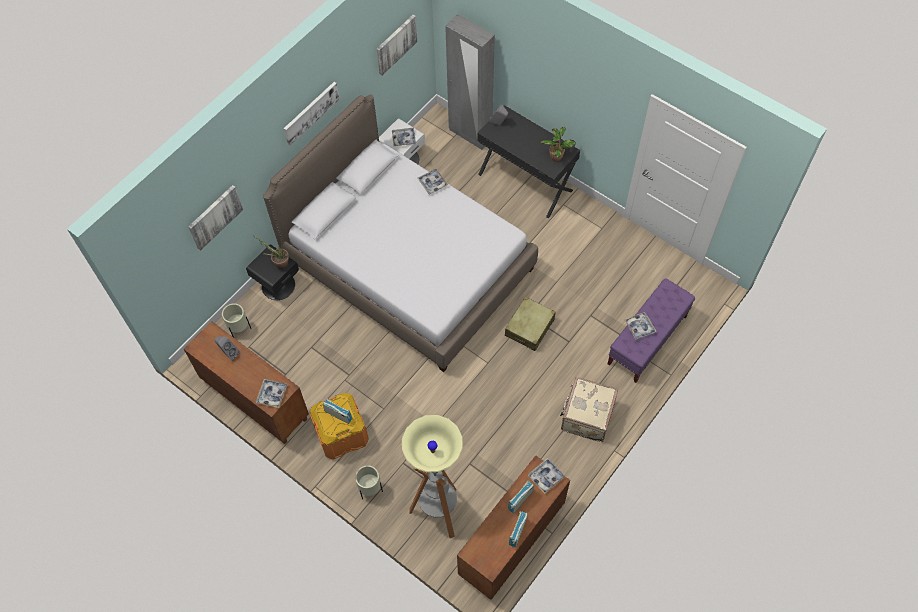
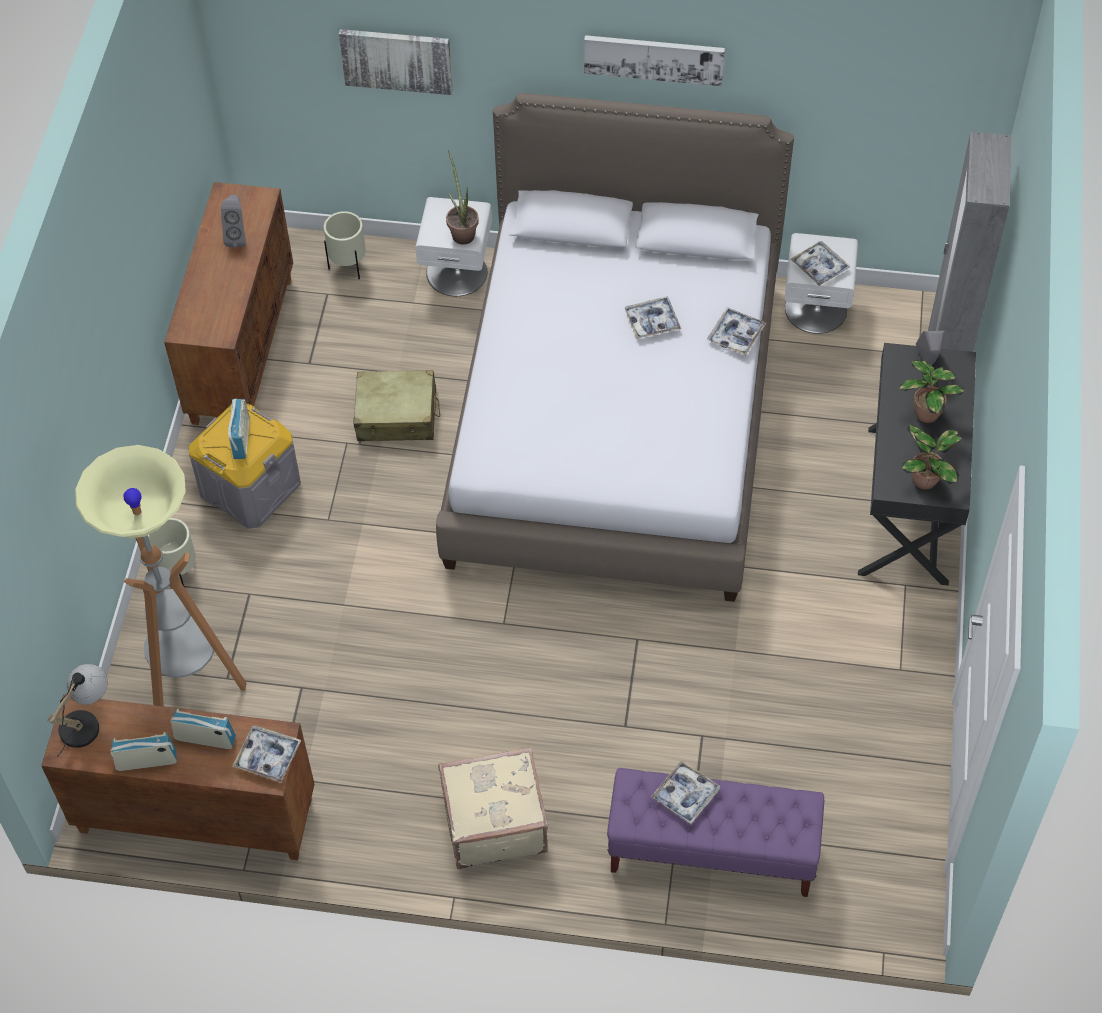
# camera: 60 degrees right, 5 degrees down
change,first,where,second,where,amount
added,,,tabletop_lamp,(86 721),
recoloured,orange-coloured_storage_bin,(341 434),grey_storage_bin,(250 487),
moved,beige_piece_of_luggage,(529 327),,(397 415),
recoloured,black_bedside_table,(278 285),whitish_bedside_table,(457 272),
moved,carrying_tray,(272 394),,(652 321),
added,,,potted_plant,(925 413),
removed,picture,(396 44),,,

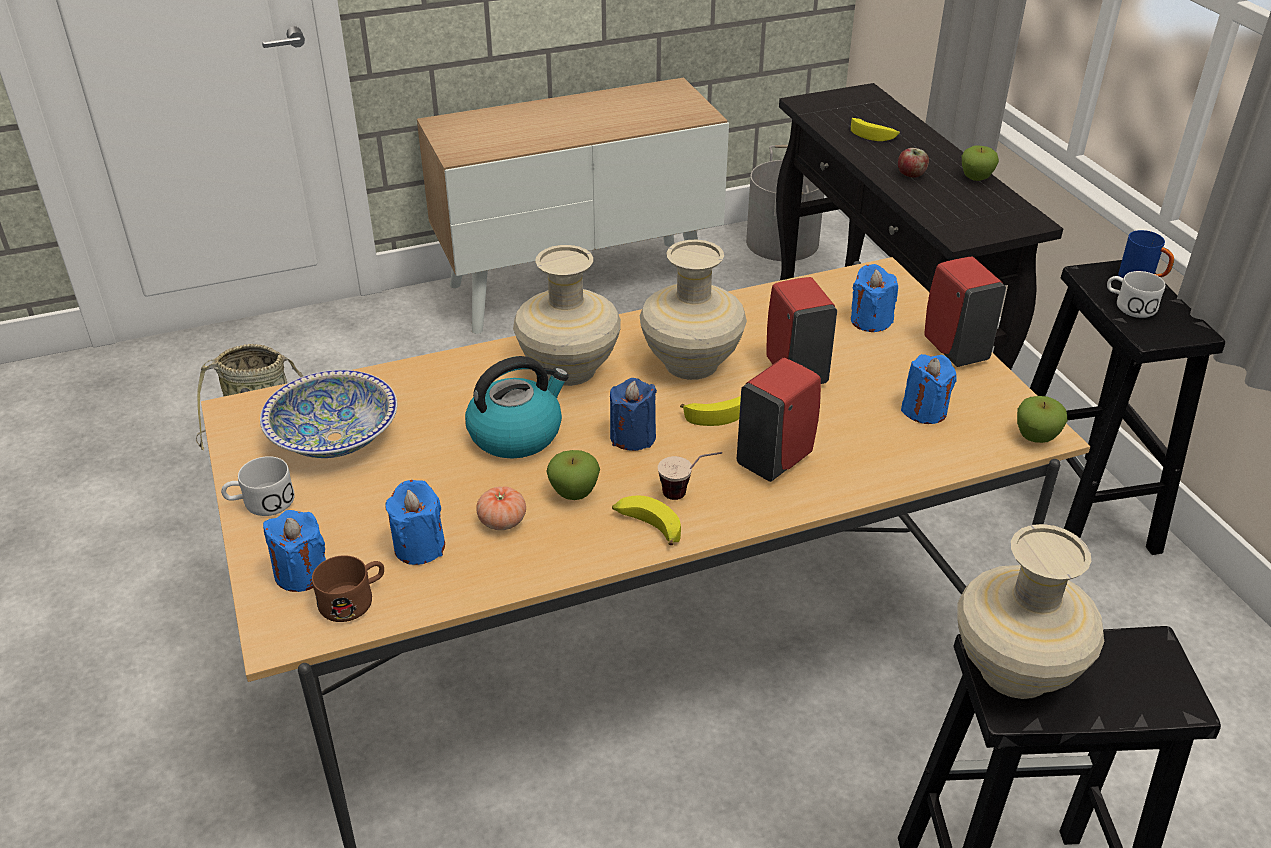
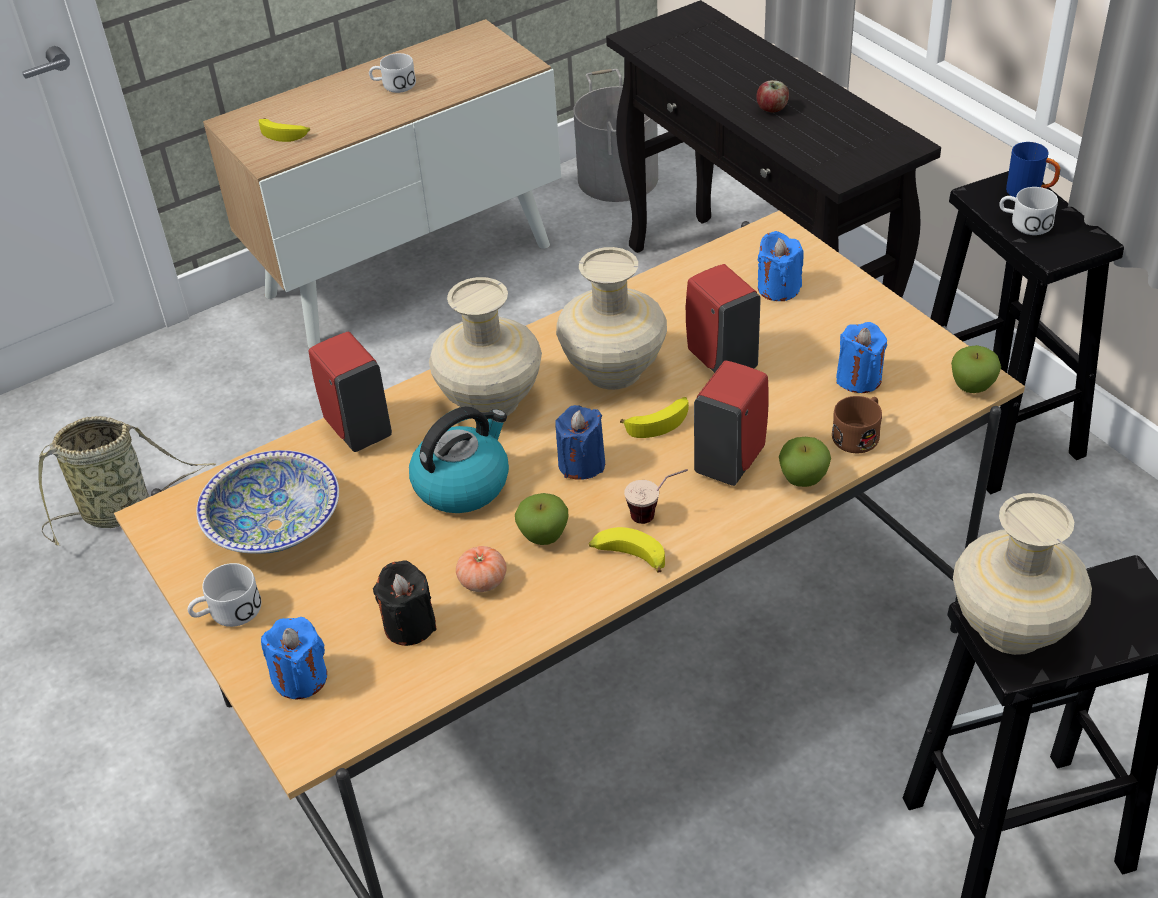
# camera: 10 degrees left, 5 degrees up
change,first,where,second,where,amount
moved,whole_banana,(873 135),,(285 134),
moved,reddish_soap_bottle,(953 349),,(357 428),
added,,,whitish_mug,(393 85),
recoloured,blue-coloured_wax_light,(419 547),black_wax_light,(409 625),
moved,apple,(976 178),,(803 479),
moved,brown-coloured_mug,(354 599),,(859 434),

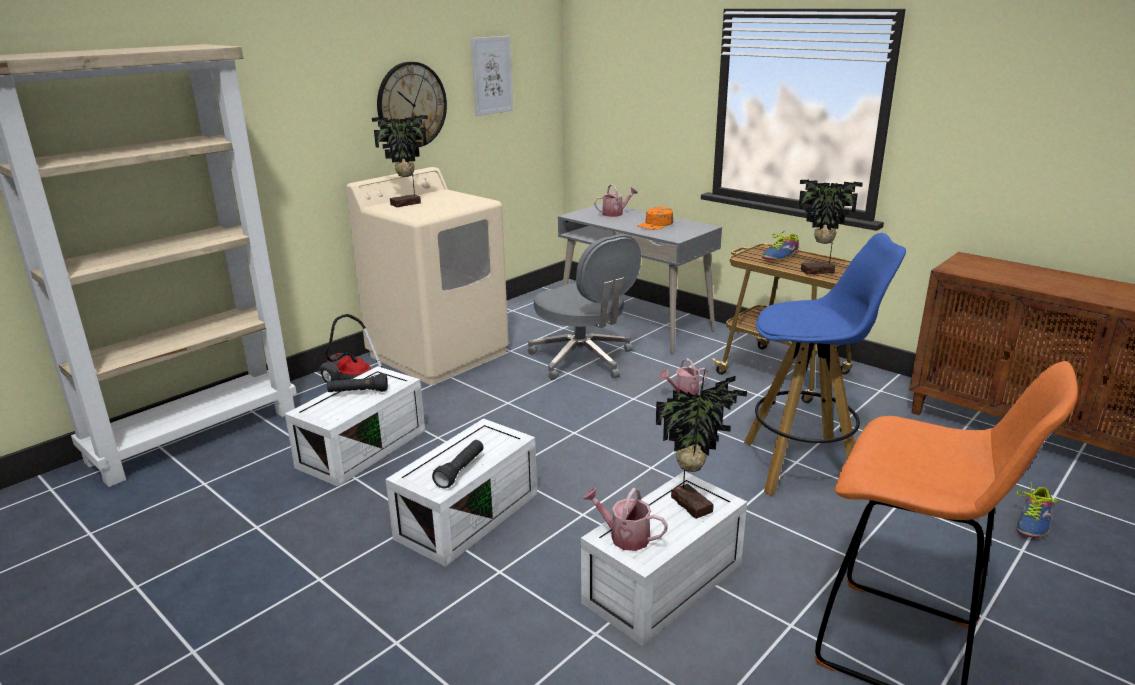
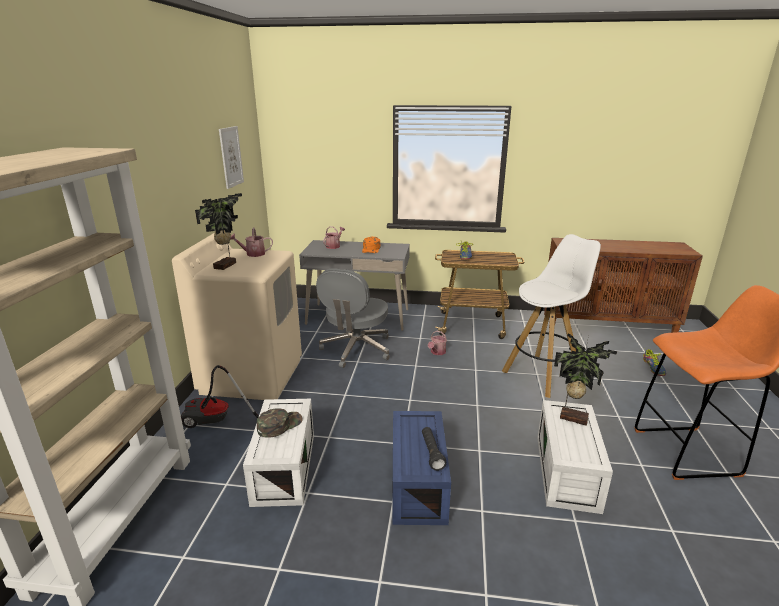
# camera: 35 degrees left, 0 degrees up
change,first,where,second,where,amount
moved,watering_pot,(624 536),,(253 254),
replaced,black_torch,(358 392),green_baseball_cap,(279 425),
turned,grey_office_chair,(583 360),,(356 350),90 degrees clockwise
recoloured,whitish_storage_bin,(467 514),blue-coloured_storage_bin,(416 482),
recoloured,blue-coloured_stool_seat,(803 466),whitish_stool_seat,(542 375),
removed,clock_on_the_wall,(411 105),,,
removed,potted_plant,(819 272),,,

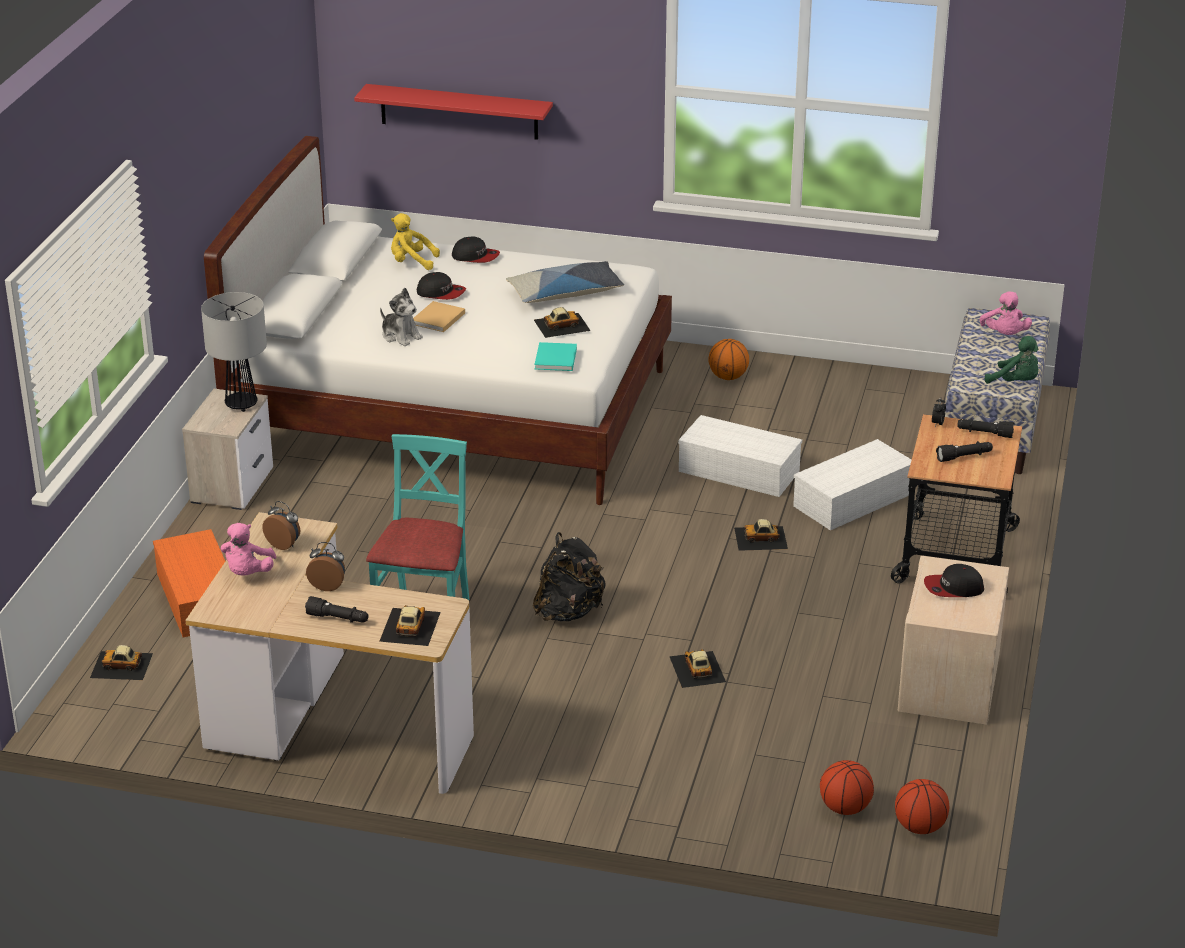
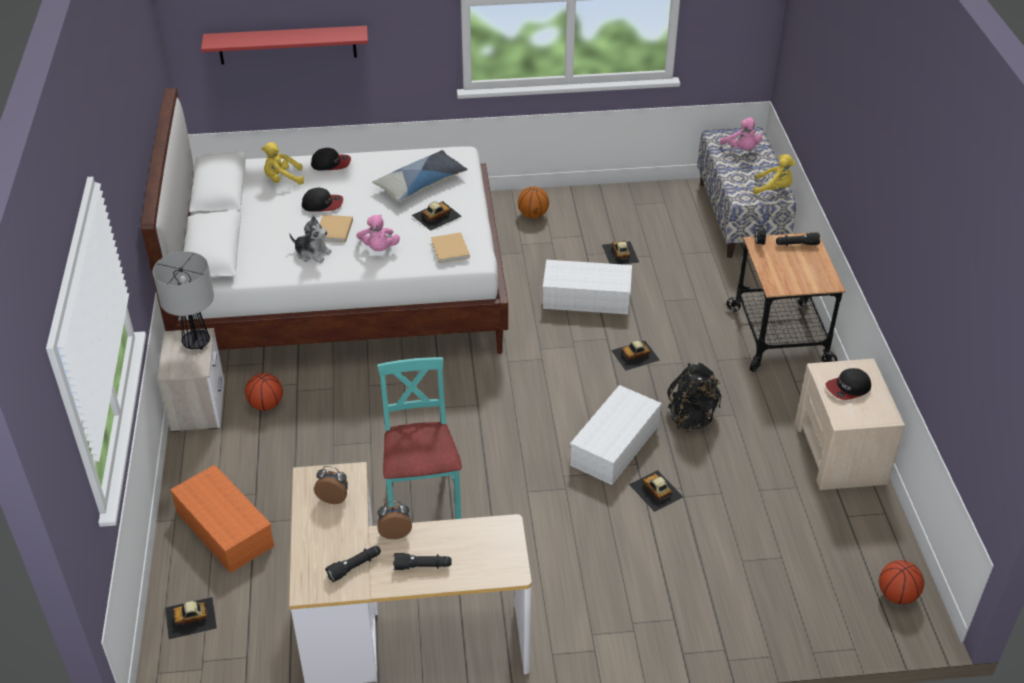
# camera: 20 degrees left, 10 degrees up
change,first,where,second,where,amount
moved,basketball_ball,(845 808),,(266 405),
moved,black_torch,(964 457),,(355 567),
moved,pink_soft_toy,(248 573),,(379 248),
recoloured,blue-green_volume,(555 359),beige_volume,(450 250),
moved,whitish_storage_bin,(852 501),,(615 446),
moved,model_car,(409 626),,(620 253),
moved,black_knapsack,(568 612),,(692 417),
recoloured,green_soft_toy,(1015 382),yellow_soft_toy,(774 189),

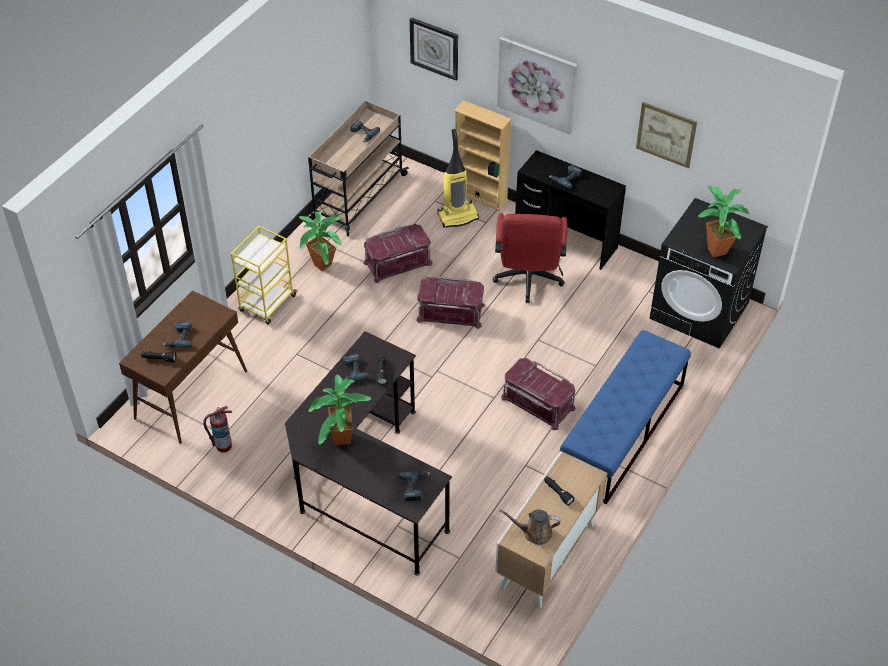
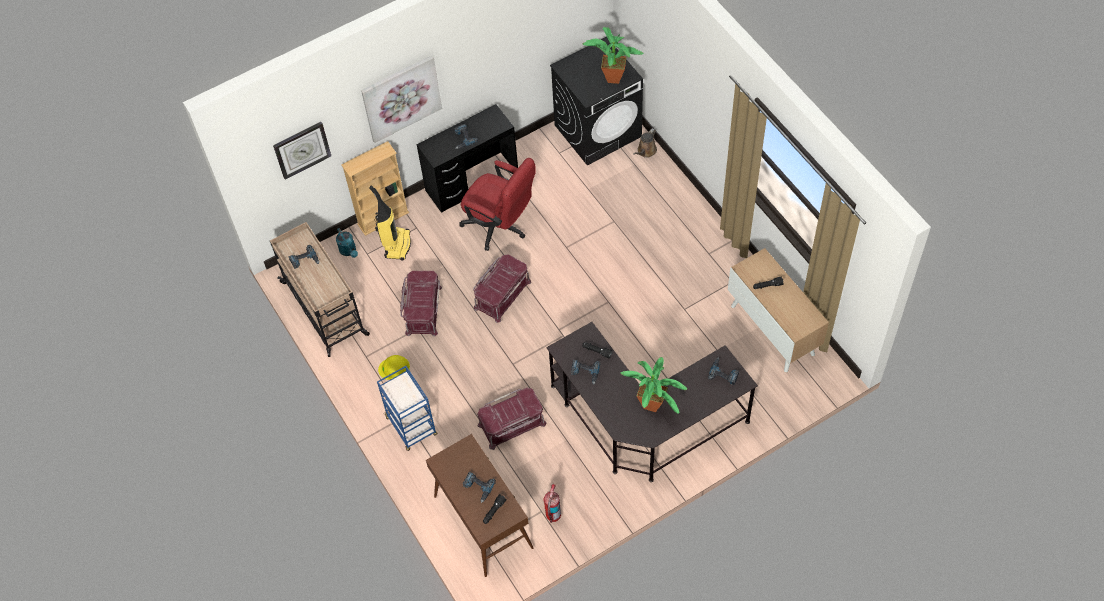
# camera: 60 degrees left, 10 degrees up
change,first,where,second,where,amount
added,,,blue-green_watering_pot,(349 251),
recoloured,yellow_trolley,(267 304),blue-coloured_trolley,(412 427),
replaced,potted_plant,(323 267),yellow_work_helmet,(394 368),
moved,reddish_storage_bin,(537 403),,(512 425),
moved,brown-coloured_watering_pot,(534 533),,(645 151),
removed,blue-coloured_long_seat,(622 432),,,
removed,picture,(666 134),,,

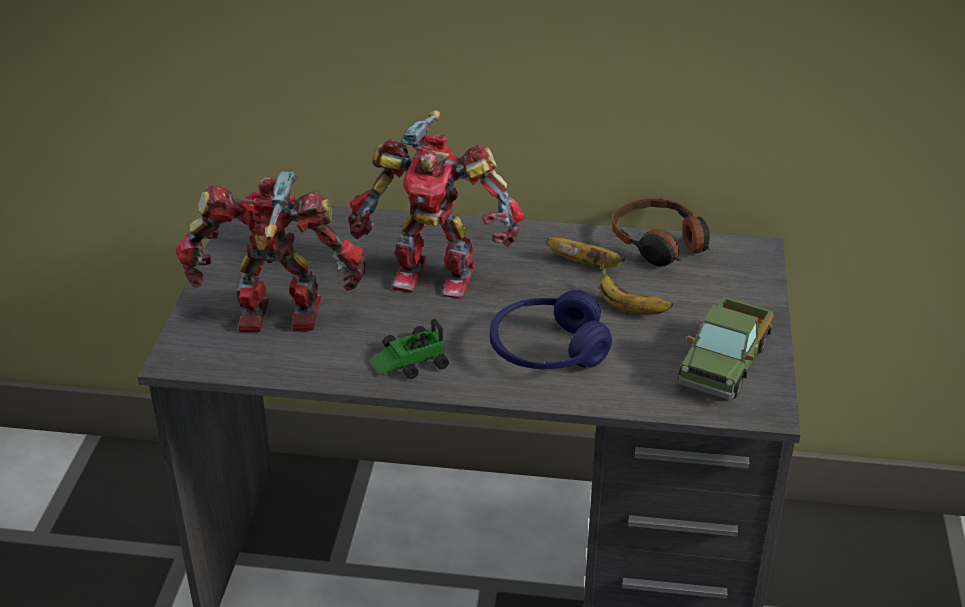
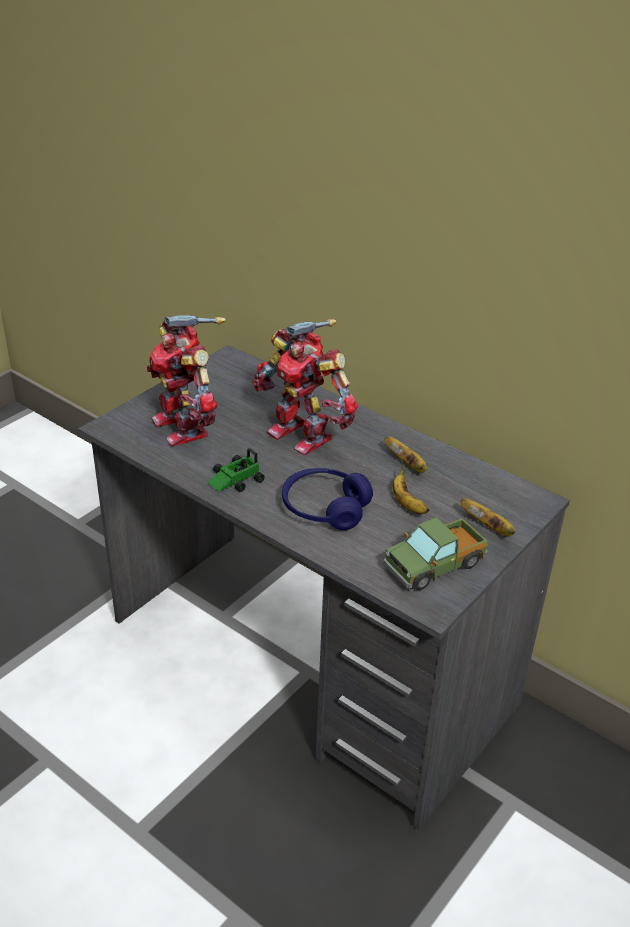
# camera: 30 degrees right, 0 degrees up
change,first,where,second,where,amount
turned,toy_robot,(280 320),,(184 426),150 degrees counterclockwise
turned,model_car,(407 359),,(233 479),45 degrees counterclockwise
added,,,whole_banana,(489 527),
removed,headset,(660 244),,,

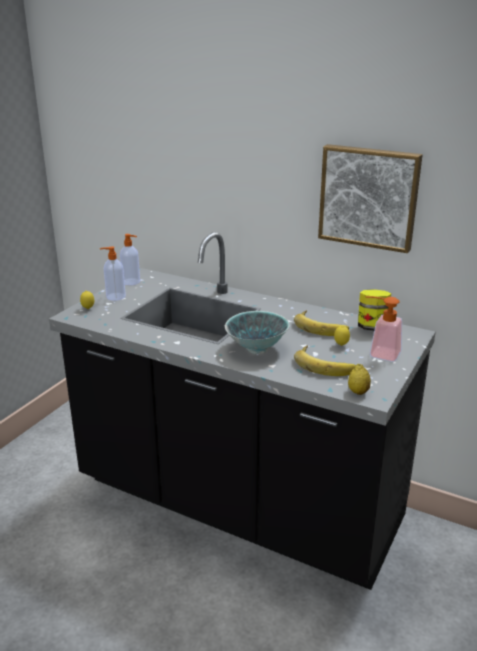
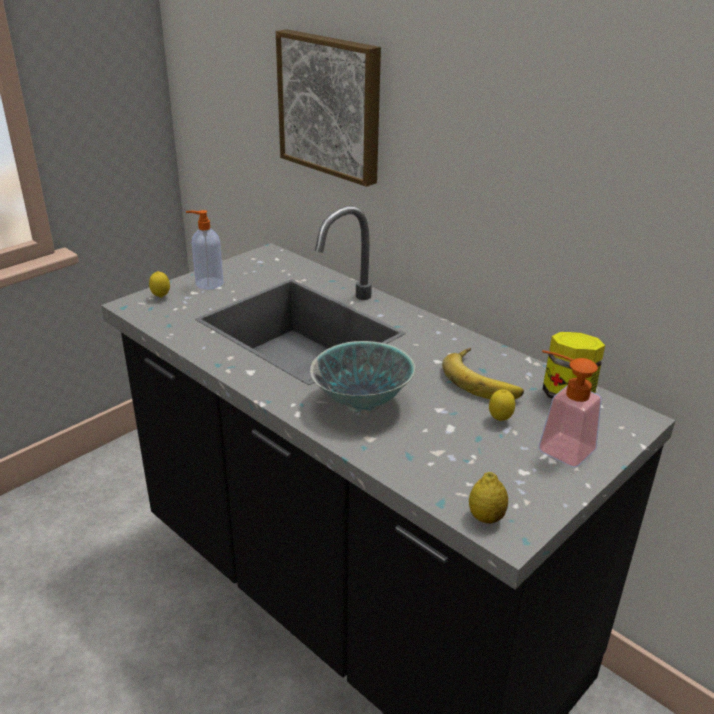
# camera: 15 degrees right, 5 degrees up
change,first,where,second,where,amount
moved,picture,(369 197),,(331 105),
removed,soap_bottle,(131 282),,,
removed,whole_banana,(325 364),,,

